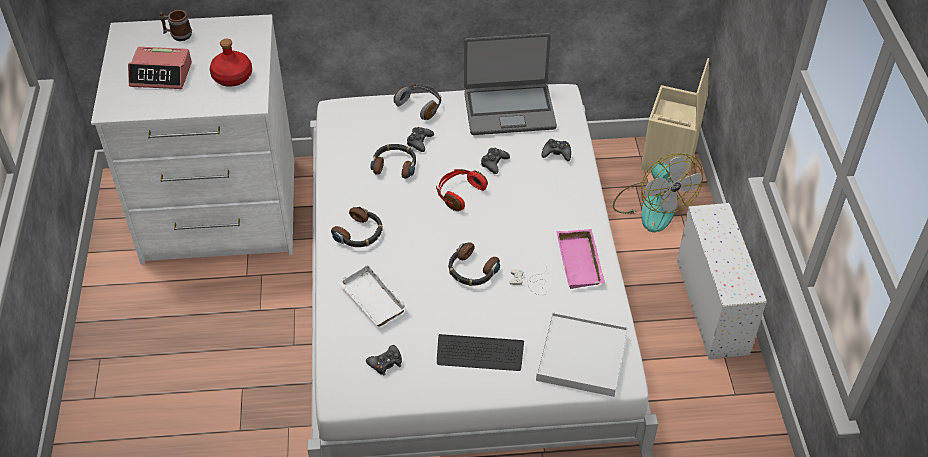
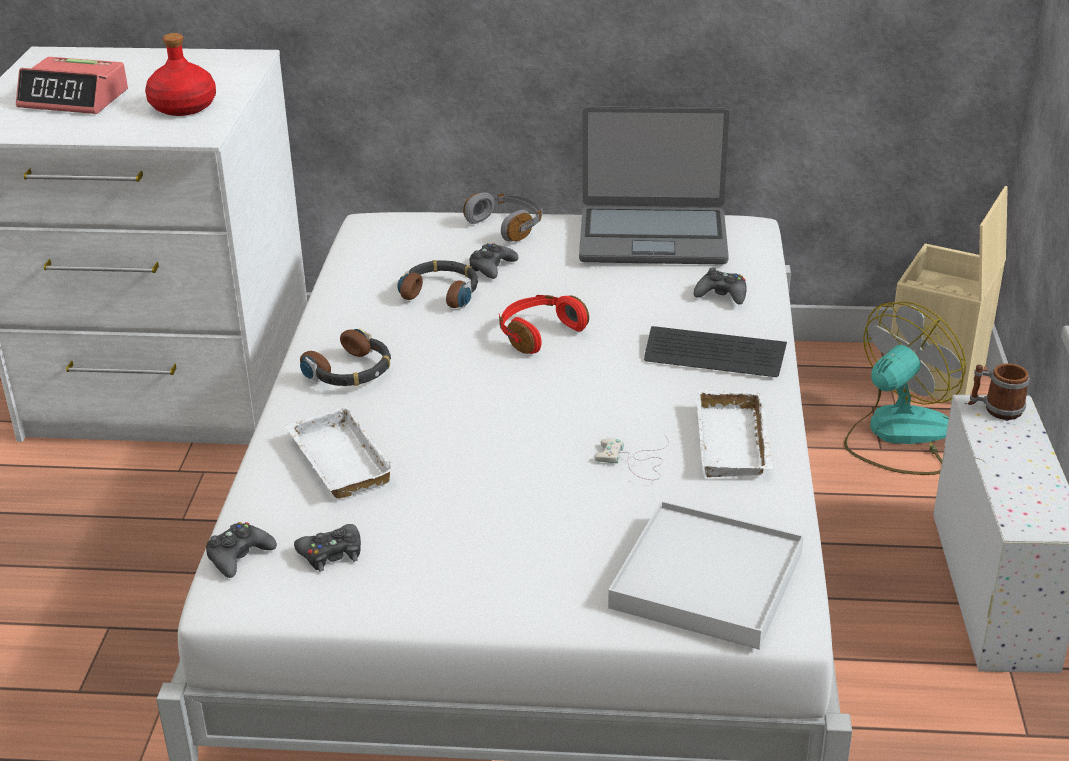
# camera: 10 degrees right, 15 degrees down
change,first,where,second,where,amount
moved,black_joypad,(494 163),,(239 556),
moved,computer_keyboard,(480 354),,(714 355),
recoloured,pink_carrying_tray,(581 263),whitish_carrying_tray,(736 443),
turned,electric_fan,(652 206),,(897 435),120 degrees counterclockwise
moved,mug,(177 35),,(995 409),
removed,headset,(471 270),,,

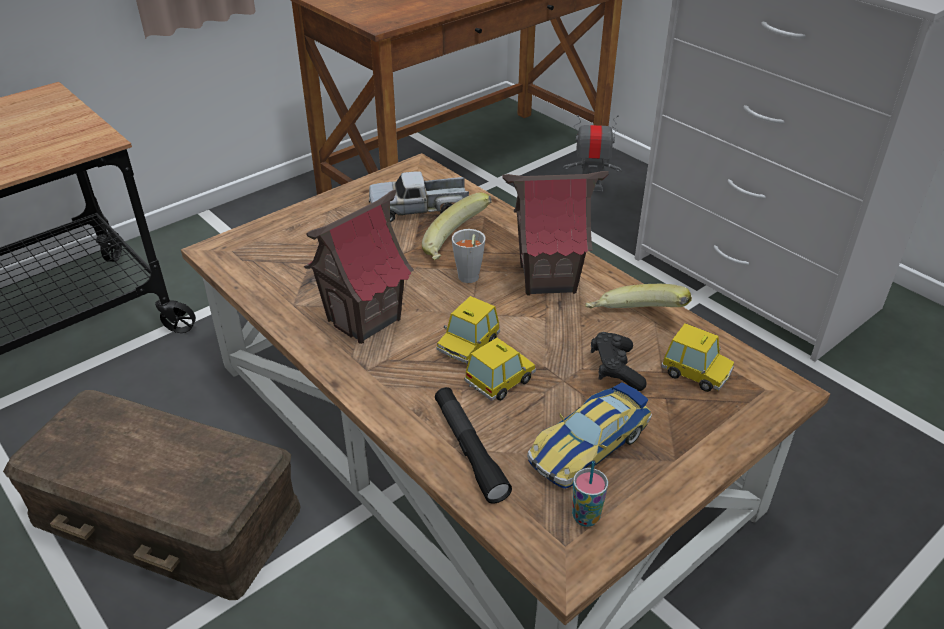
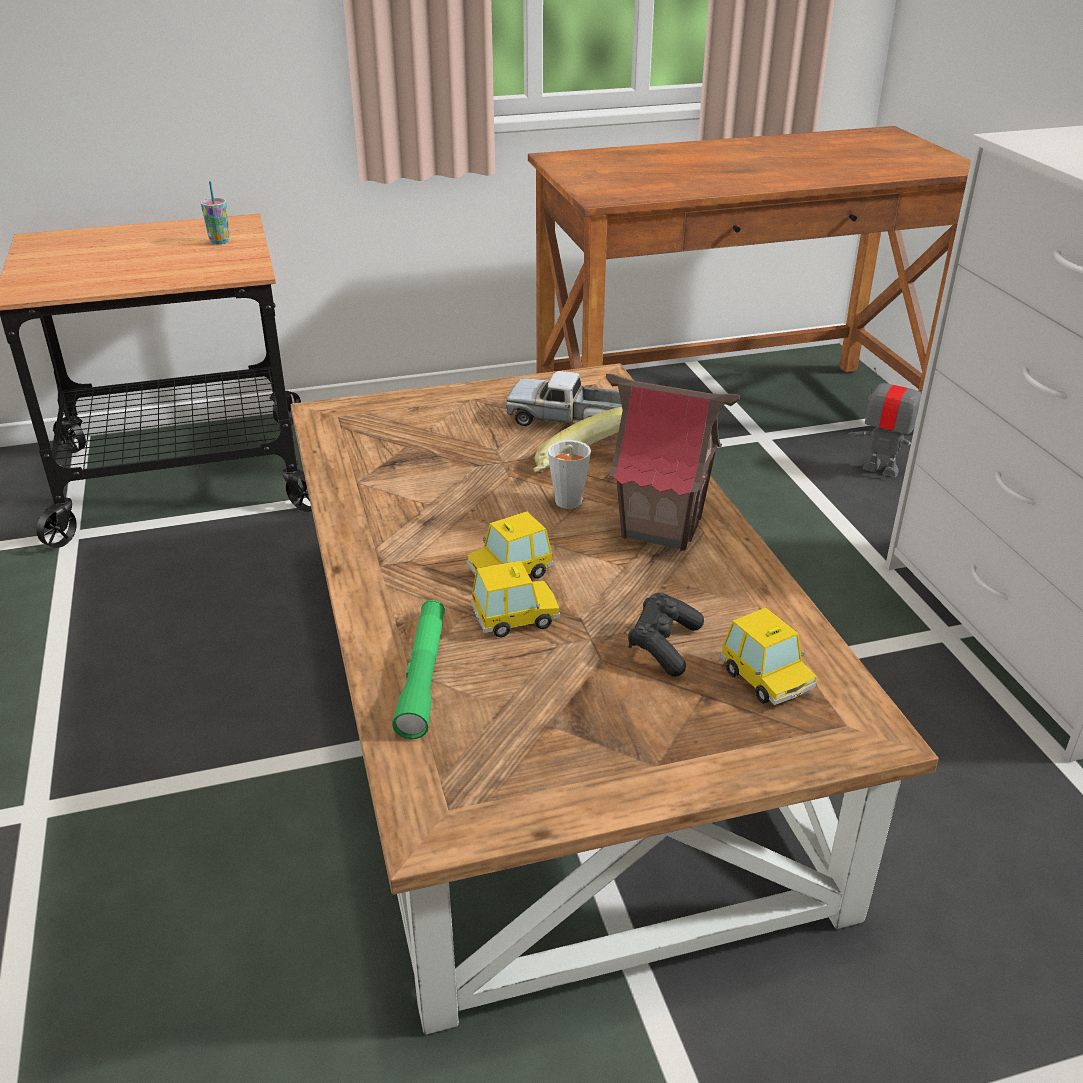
# camera: 25 degrees right, 5 degrees down
change,first,where,second,where,amount
moved,drinking_cup,(585 517),,(219 241),
recoloured,black_torch,(469 450),green_torch,(423 676),
removed,brown-coloured_storage_bin,(168 512),,,
removed,toy_house,(365 320),,,
removed,model_car,(589 444),,,
removed,whole_banana,(634 321),,,

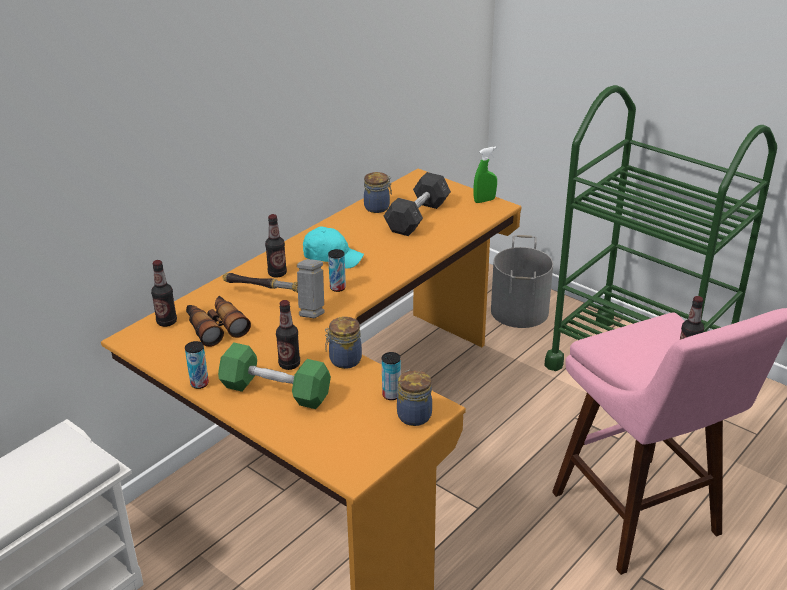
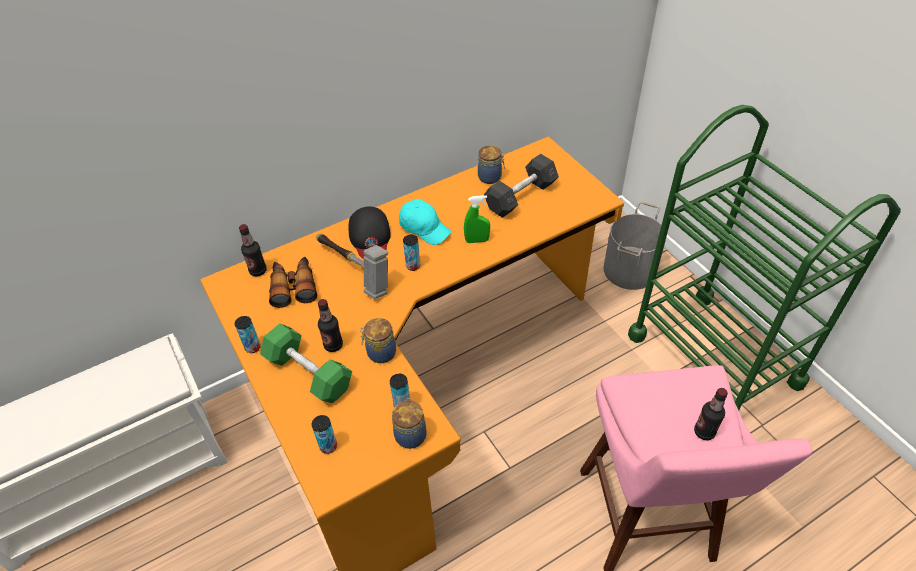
# camera: 20 degrees right, 15 degrees up
change,first,where,second,where,amount
added,,,sealed_can,(328 446),
replaced,bottle,(277 273),black_baseball_cap,(370 237),
moved,green_sprayer,(484 200),,(477 240),

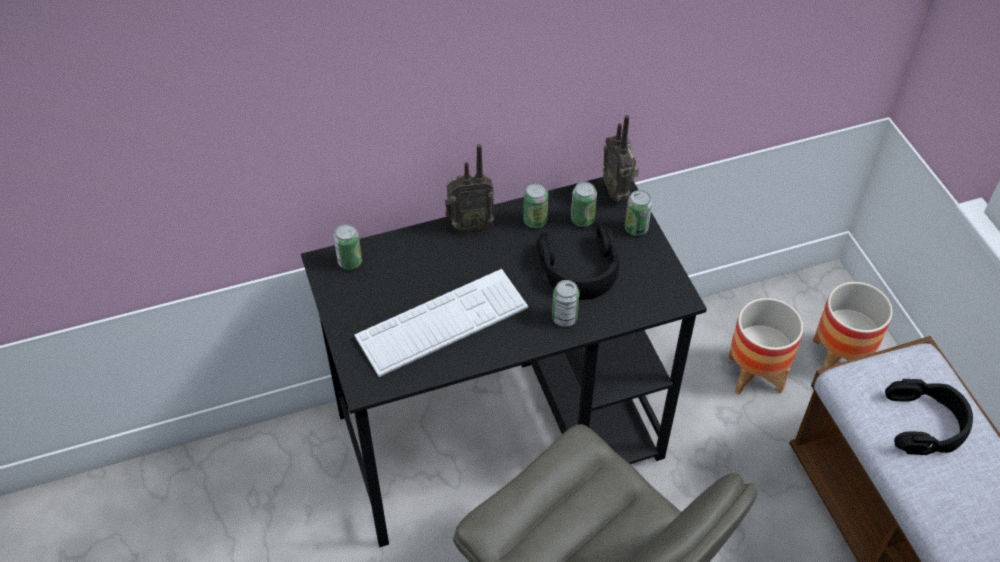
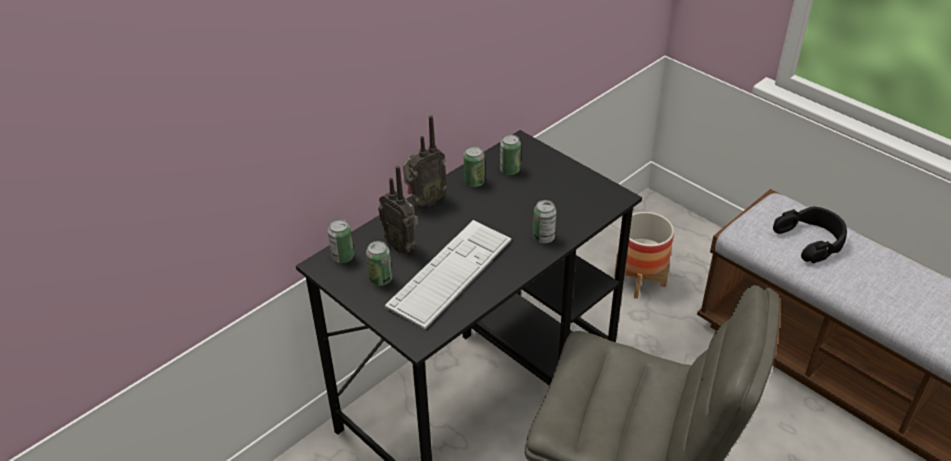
# camera: 25 degrees left, 10 degrees down
change,first,where,second,where,amount
moved,sealed_can,(636 228),,(380 279),
moved,radio,(617 191),,(402 245),
removed,black_headset,(580 269),,,
removed,plant_pot,(840 357),,,

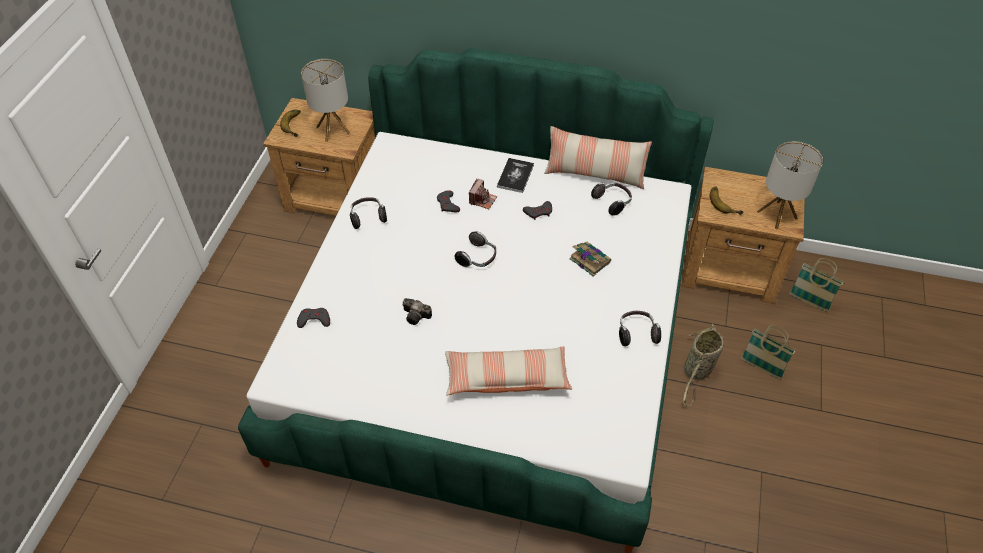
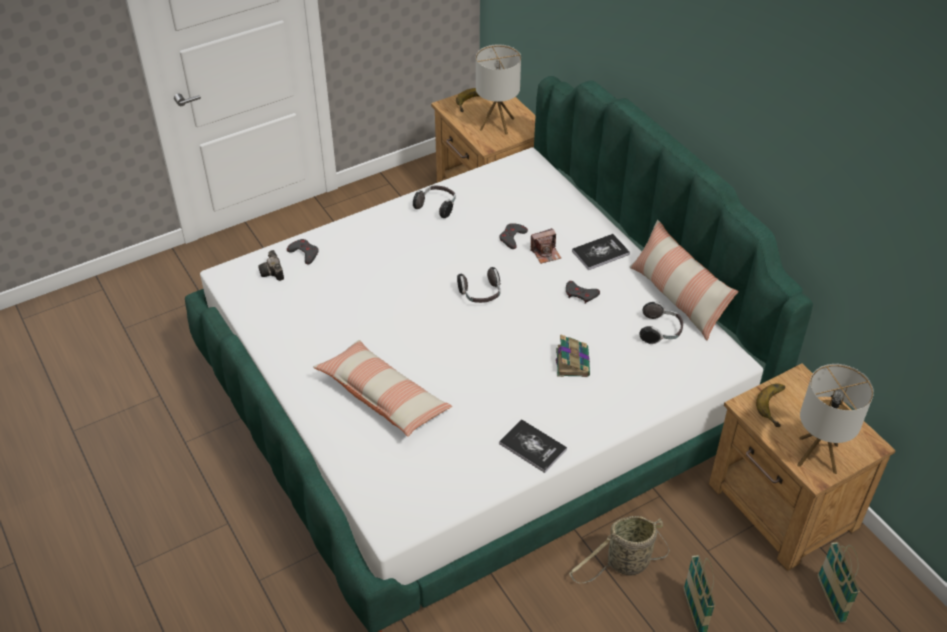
# camera: 45 degrees right, 5 degrees down
change,first,where,second,where,amount
moved,photo_camera,(417 316),,(273 273),
replaced,headset,(637 333),volume,(532 446),

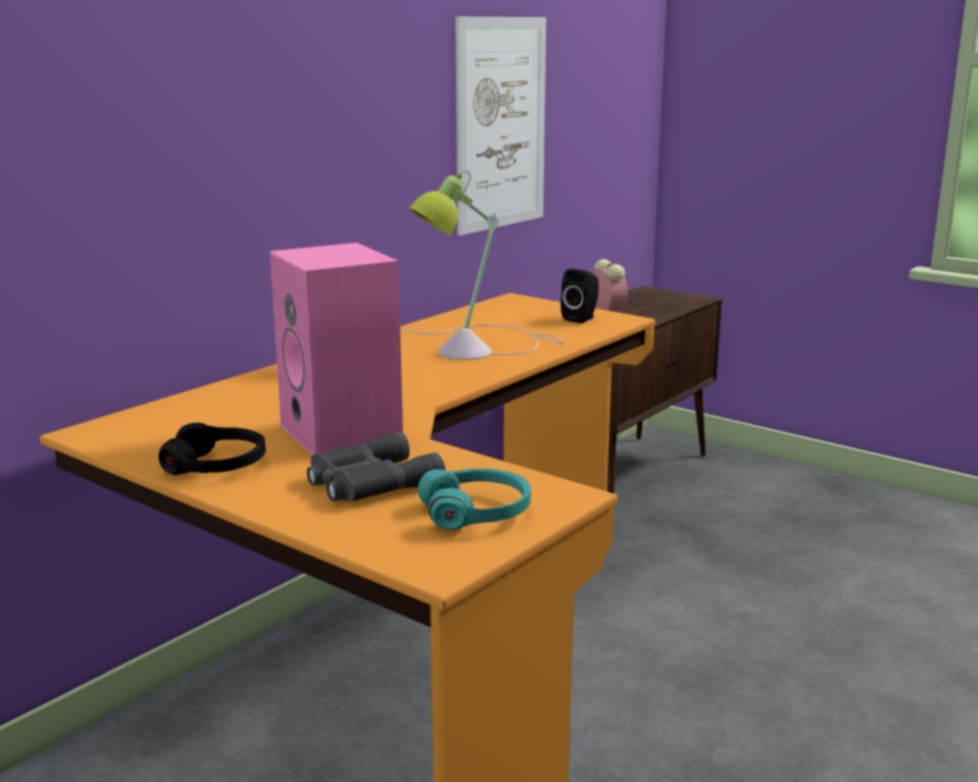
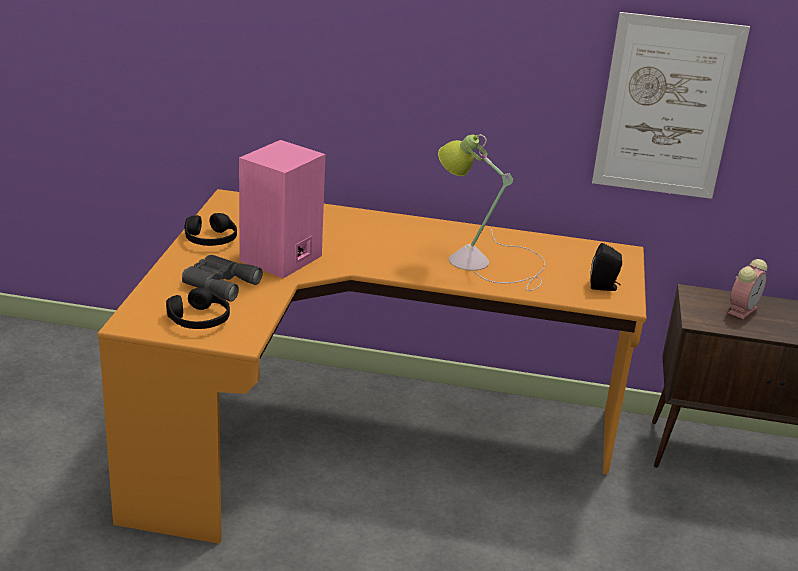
# camera: 60 degrees right, 10 degrees up
change,first,where,second,where,amount
recoloured,blue-green_headset,(476 512),black_headset,(199 320),

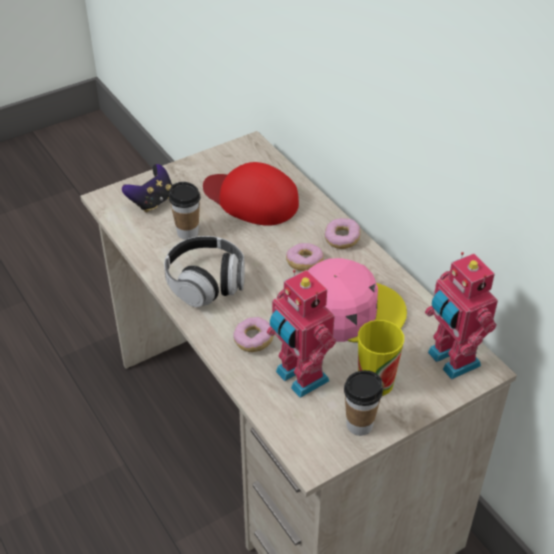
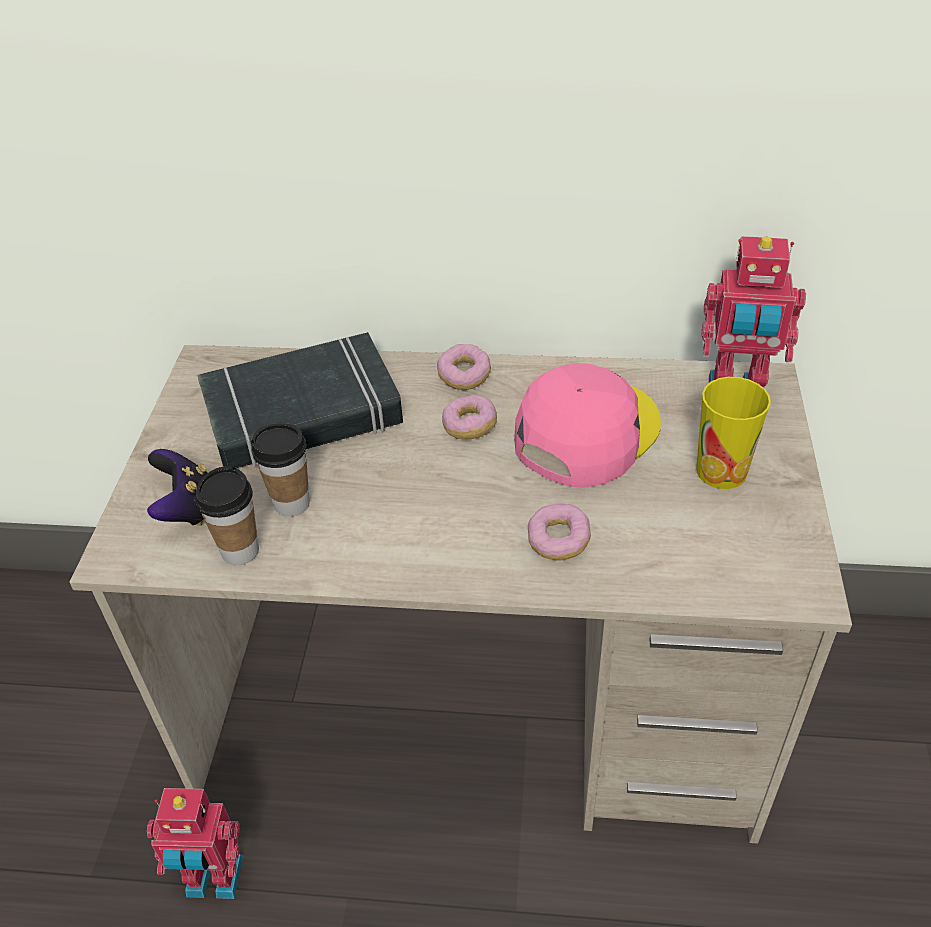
# camera: 50 degrees left, 0 degrees up
change,first,where,second,where,amount
moved,toy_robot,(299 378),,(214 881),
moved,drinking_cup,(359 425),,(240 551),
replaced,reddish_baseball_cap,(251 199),black_volume,(303 413),
removed,headset,(206 283),,,

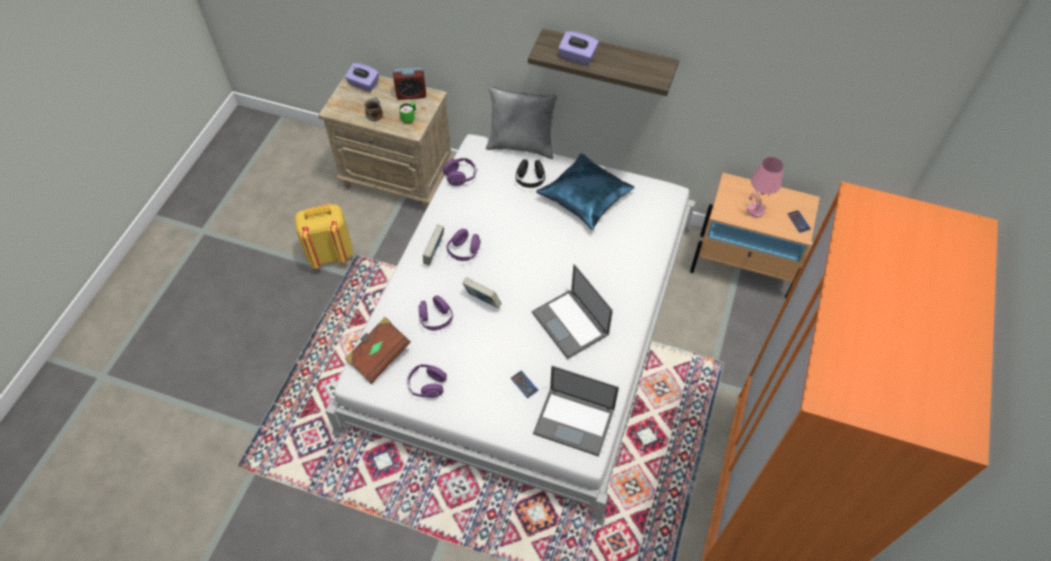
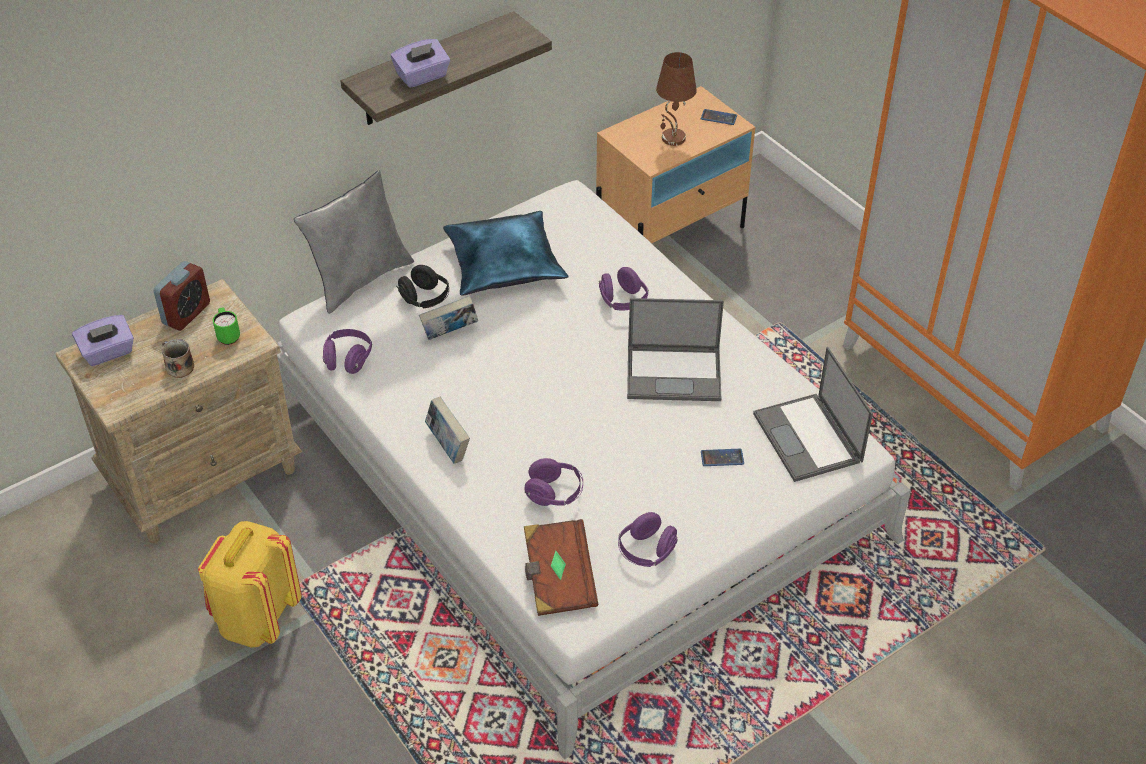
# camera: 55 degrees left, 10 degrees down
change,first,where,second,where,amount
moved,volume,(482 301),,(450 334),
moved,purplish_headset,(464 251),,(623 301),
recoloured,pink_tabletop_lamp,(755 210),brown-coloured_tabletop_lamp,(673 138),
turned,portable_computer,(575 421),,(808 438),105 degrees clockwise

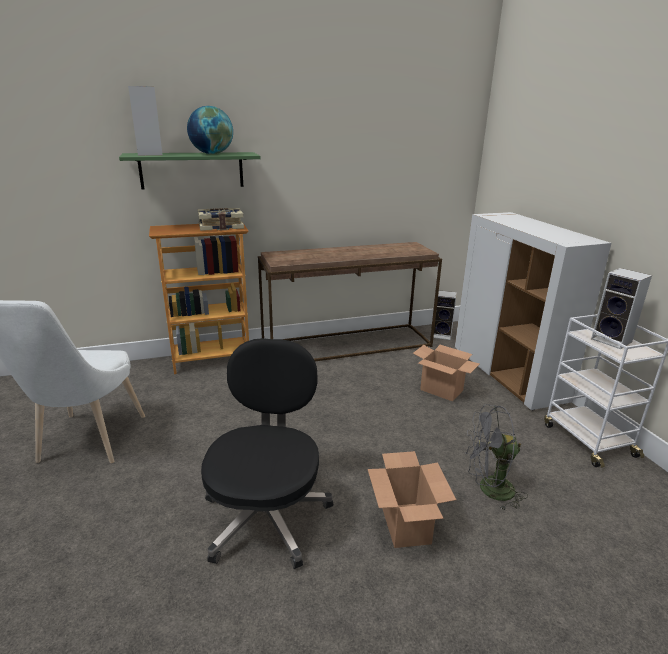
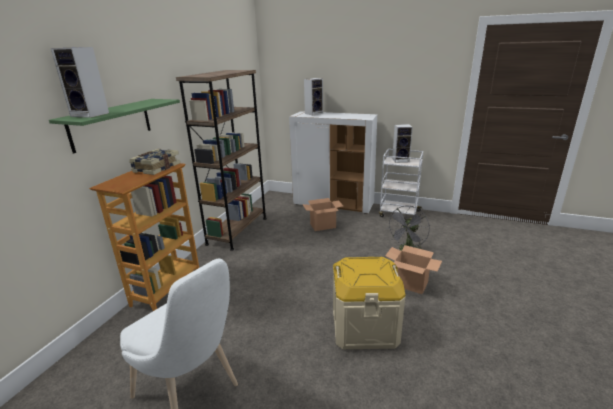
# camera: 50 degrees left, 0 degrees up
change,first,where,second,where,amount
replaced,brown-coloured_narrow_table,(348 345),brown-coloured_shelving_unit,(237 230),
moved,audio_speaker,(442 335),,(314 113),
replaced,black_office_chair,(267 515),beige_storage_bin,(364 326),
removed,globe,(212 154),,,

